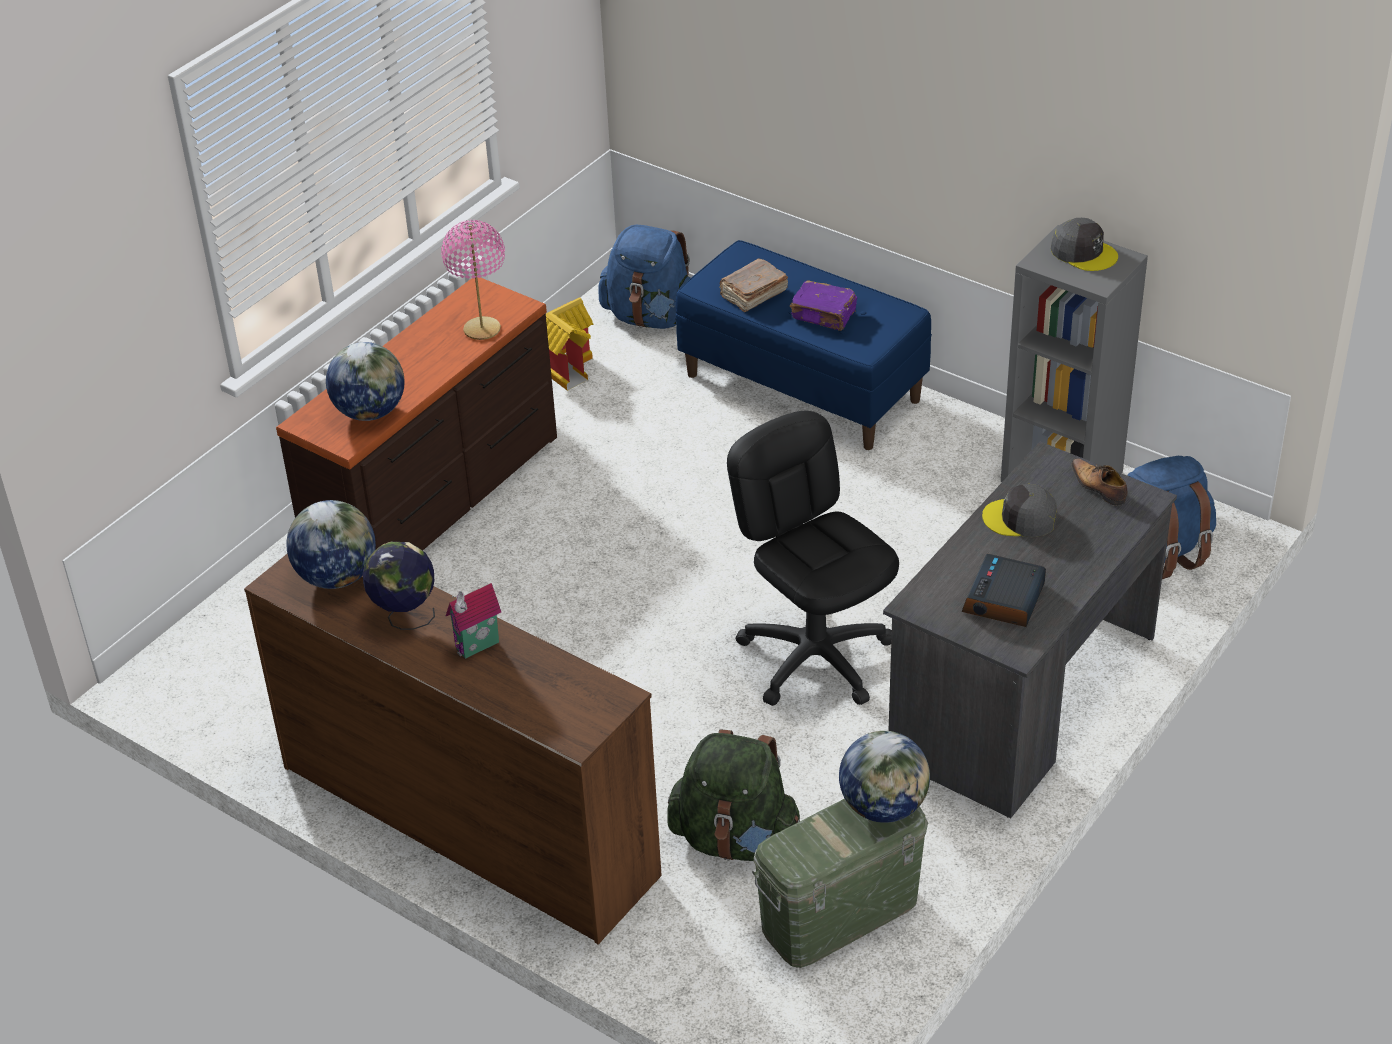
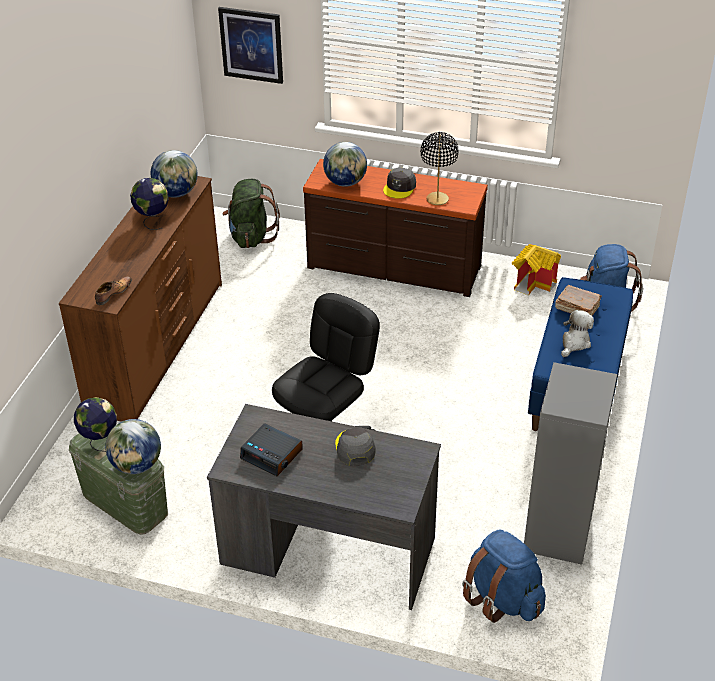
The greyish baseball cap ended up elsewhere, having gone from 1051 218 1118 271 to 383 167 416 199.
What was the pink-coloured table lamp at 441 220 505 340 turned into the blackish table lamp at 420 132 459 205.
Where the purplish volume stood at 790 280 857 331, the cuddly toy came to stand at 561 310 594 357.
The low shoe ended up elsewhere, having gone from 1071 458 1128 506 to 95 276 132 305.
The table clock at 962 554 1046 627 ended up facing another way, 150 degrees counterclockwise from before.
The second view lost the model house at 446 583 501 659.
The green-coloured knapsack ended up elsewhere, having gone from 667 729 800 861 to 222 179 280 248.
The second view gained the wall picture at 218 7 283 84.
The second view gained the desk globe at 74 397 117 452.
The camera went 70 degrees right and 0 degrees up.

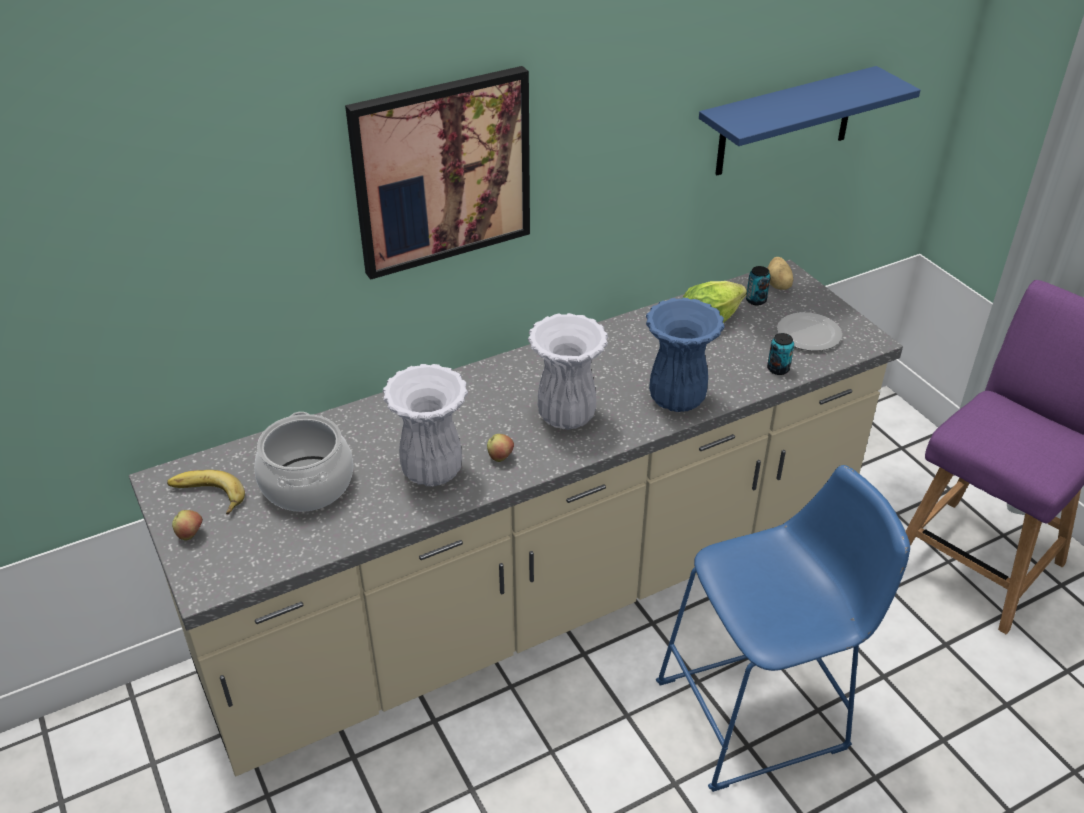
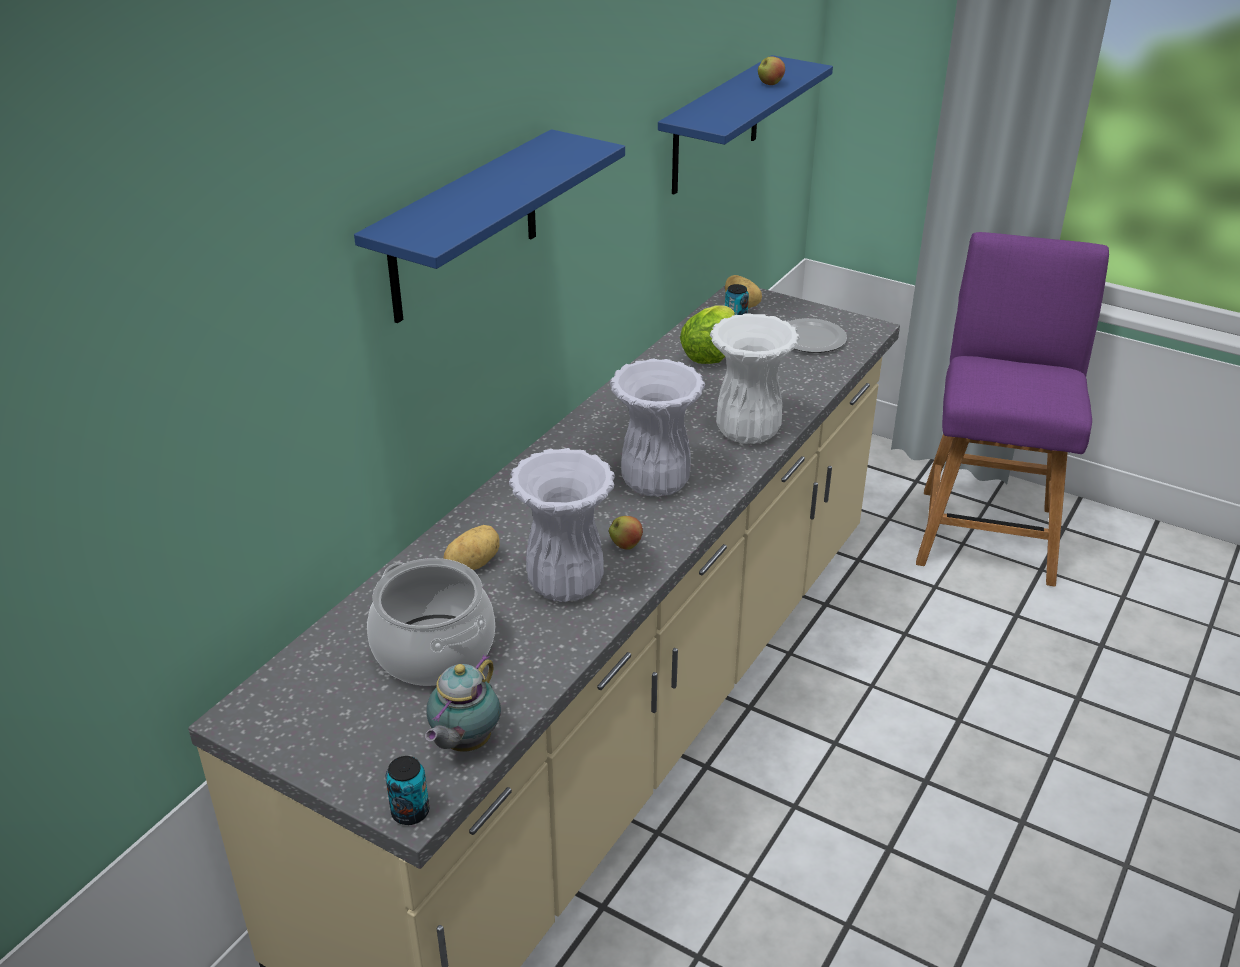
Where the wall picture hung at 345 66 530 280, the blue-coloured shelf came to hang at 354 129 625 323.
What was the blue-coloured decorative vase at 646 297 725 412 turned into the whitish decorative vase at 710 313 800 444.
The can ended up elsewhere, having gone from 767 333 794 375 to 385 756 429 825.
The second view lost the blue-coloured stool seat at 656 465 910 792.
The second view lost the whole banana at 167 470 245 515.
The apple ended up elsewhere, having gone from 172 510 203 541 to 758 57 785 85.
The second view gained the spud at 443 525 500 570.
The second view gained the pot for tea at 425 654 501 752.
The camera went 30 degrees left and 5 degrees down.

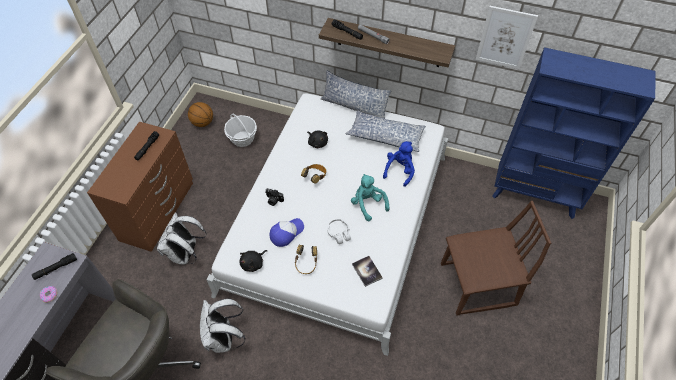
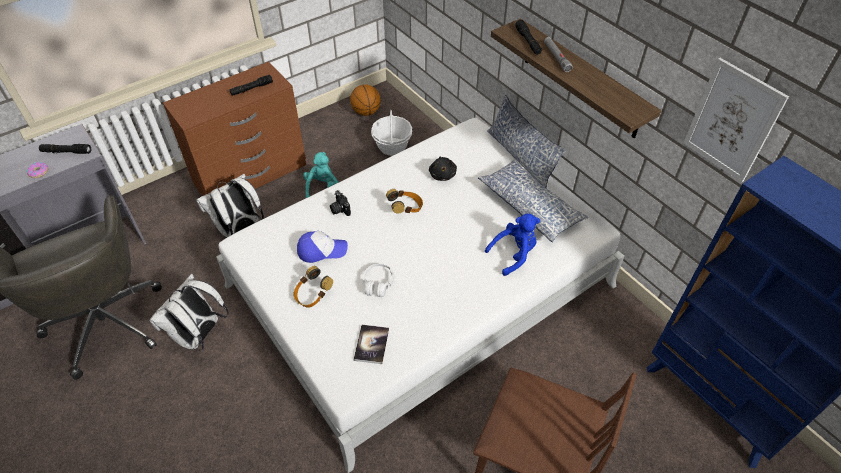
The turquoise-coloured cuddly toy ended up elsewhere, having gone from 351 174 389 221 to 303 152 339 198.
The second view lost the blackish cuddly toy at 239 250 267 272.
The camera went 35 degrees right and 5 degrees down.

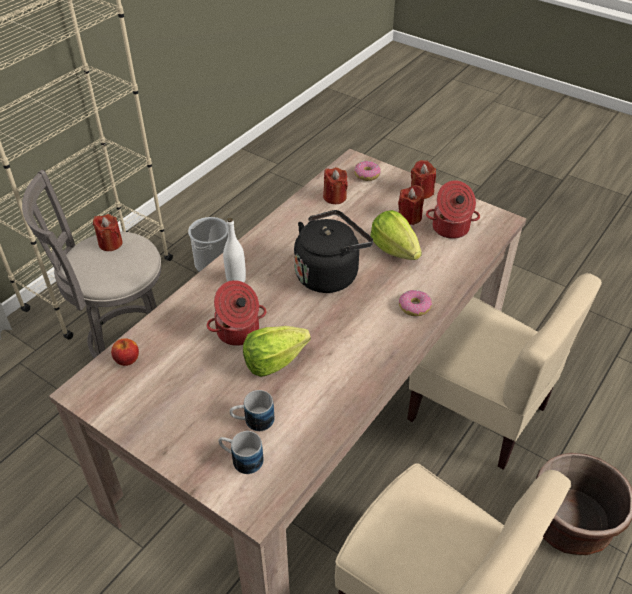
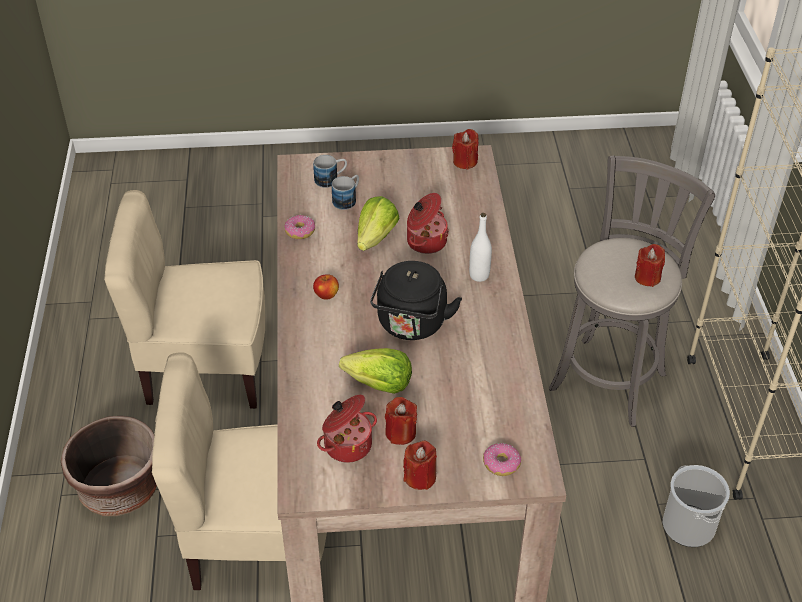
The red-coloured candle ended up elsewhere, having gone from 323 167 348 204 to 452 129 478 170.
The ring doughnut ended up elsewhere, having gone from 399 290 432 316 to 284 215 315 239.
The apple ended up elsewhere, having gone from 111 338 139 366 to 313 274 339 300.
The camera went 140 degrees right and 0 degrees up.

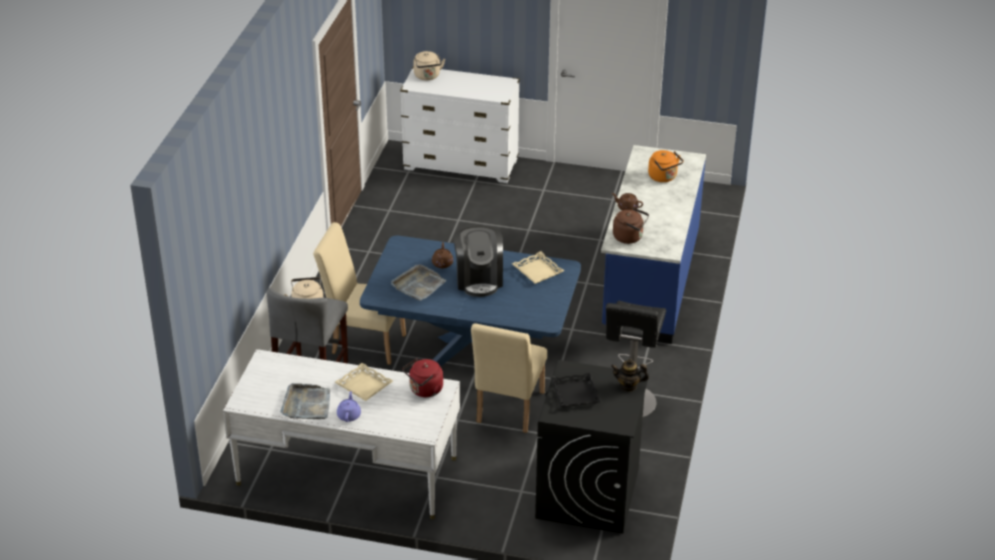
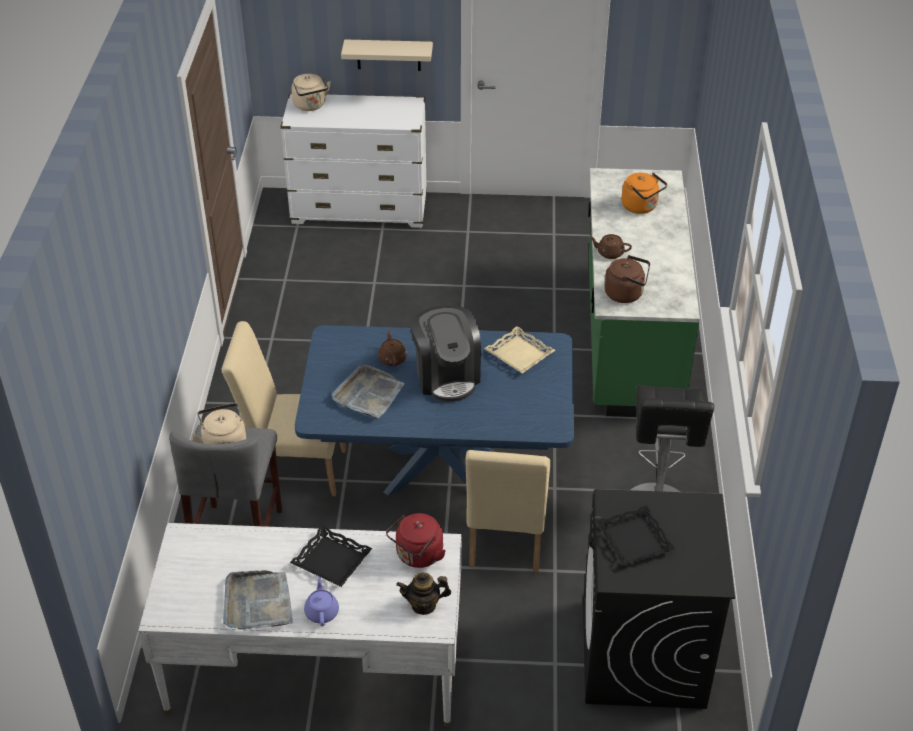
What was the blue-coloured kitchen counter at 601 145 706 344 turned into the green-coloured kitchen counter at 588 168 700 417.
The pot for tea ended up elsewhere, having gone from 611 359 649 392 to 396 572 451 615.
What was the sand-coloured tray at 334 363 393 401 turned into the blackish tray at 290 526 372 587.
The second view gained the sand-coloured shelf at 341 39 433 71.
The camera went 10 degrees left and 5 degrees up.

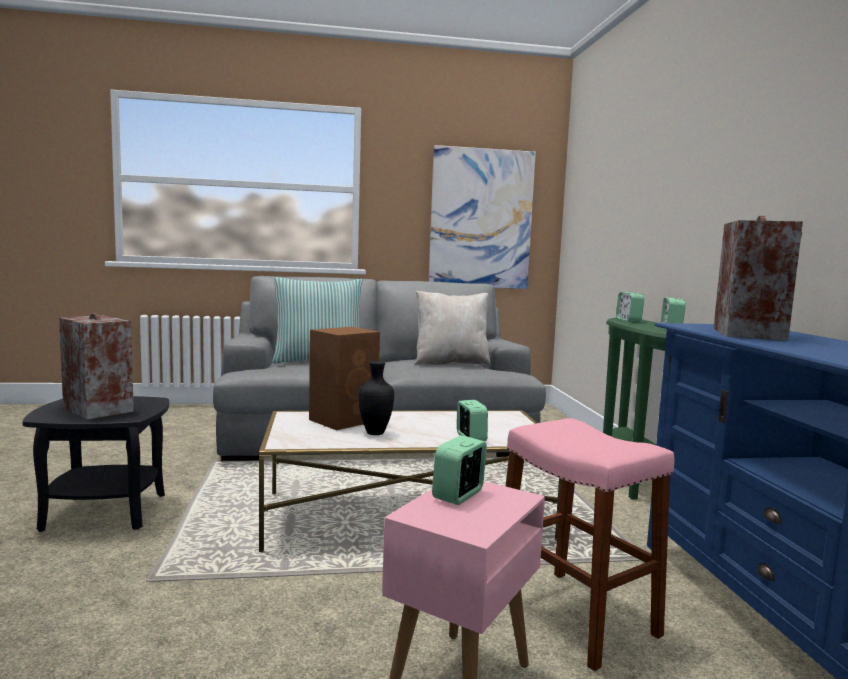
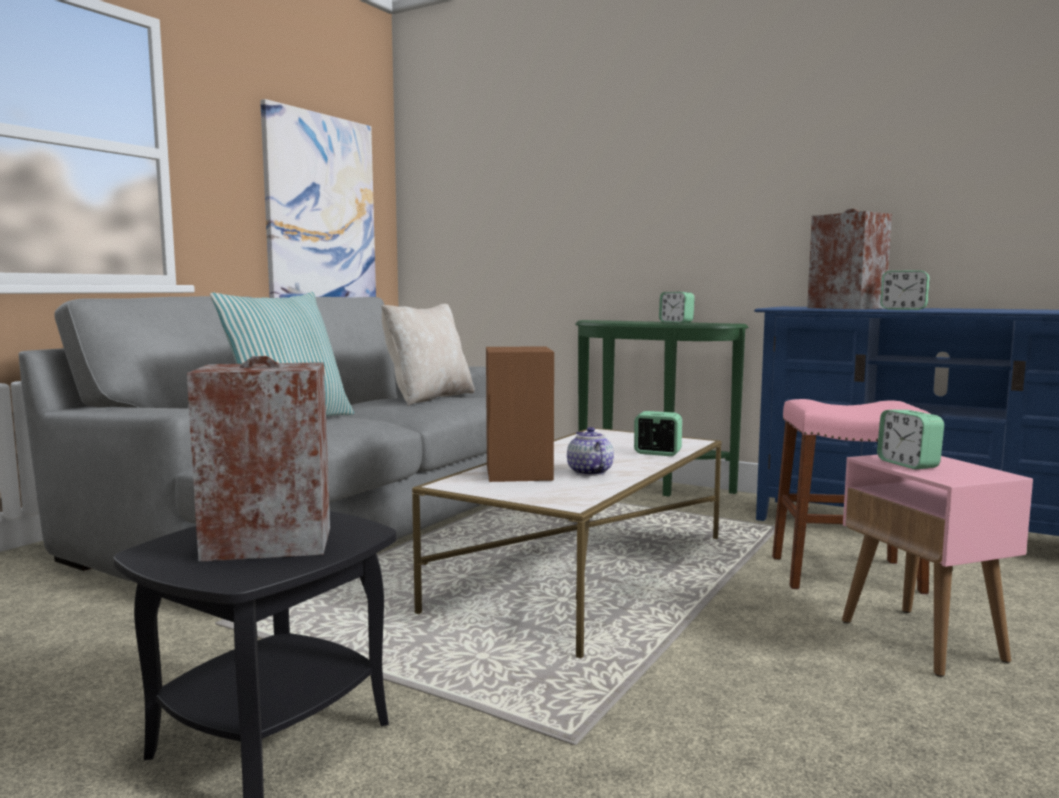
The table clock ended up elsewhere, having gone from 616 292 644 322 to 881 270 930 310.
Where the blackish decorative vase stood at 358 361 394 435, the pot for tea came to stand at 567 427 614 476.
The camera went 50 degrees left and 0 degrees up.

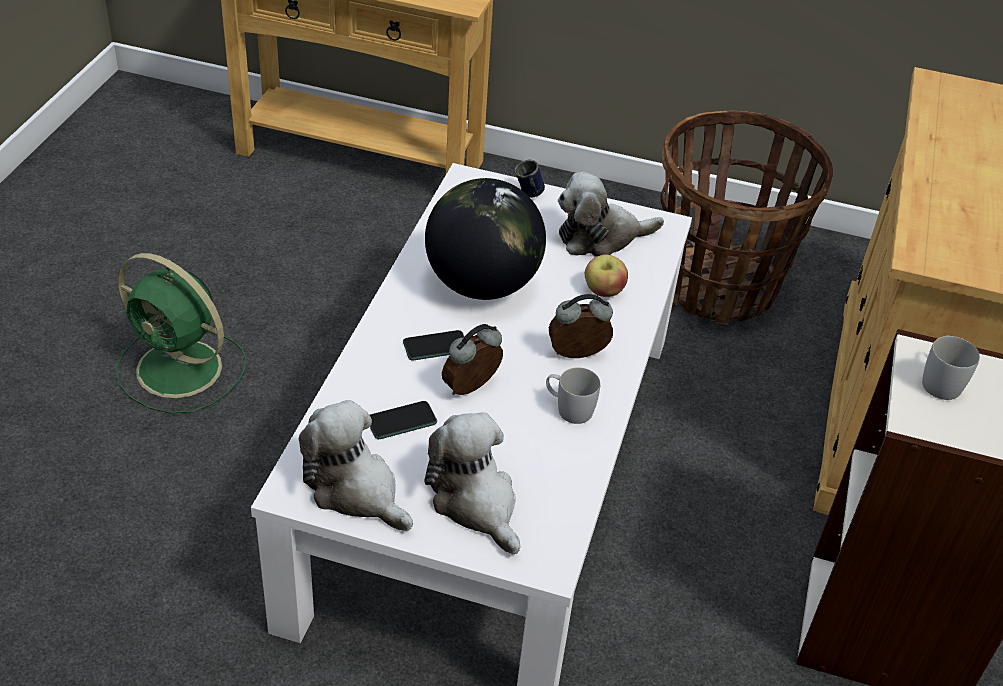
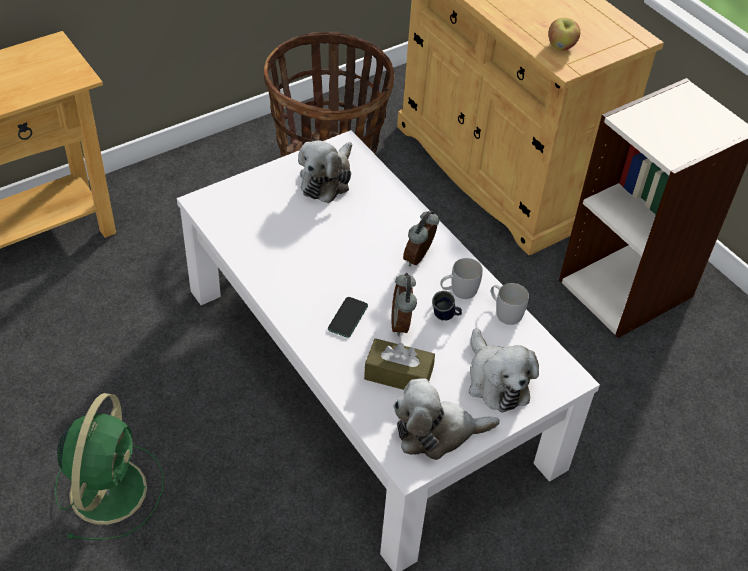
The blue-coloured mug ended up elsewhere, having gone from 515 160 545 198 to 432 291 462 320.
The second view lost the desk globe at 425 178 546 300.
The green-coloured cooling fan at 115 253 246 414 ended up facing another way, 60 degrees counterclockwise from before.
The apple ended up elsewhere, having gone from 585 254 628 297 to 548 18 580 51.
The whitish mug ended up elsewhere, having gone from 922 335 980 400 to 491 283 529 325.
Where the telephone stood at 370 401 437 439, the brown-coloured tissue box came to stand at 364 338 435 390.
The cuddly toy at 425 412 520 554 ended up facing another way, 120 degrees counterclockwise from before.
The camera went 50 degrees left and 5 degrees up.

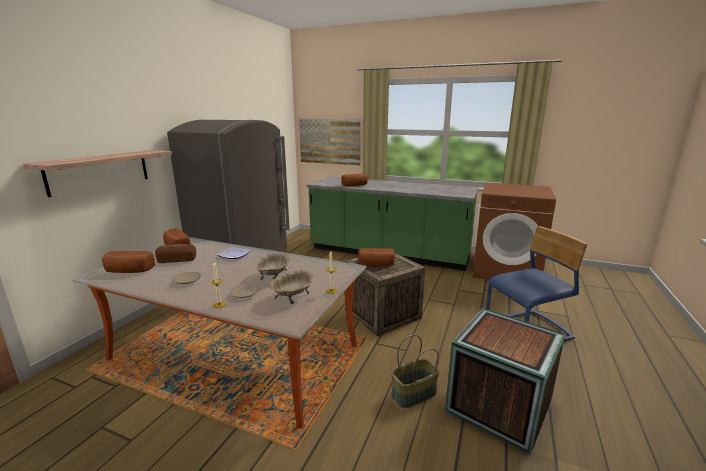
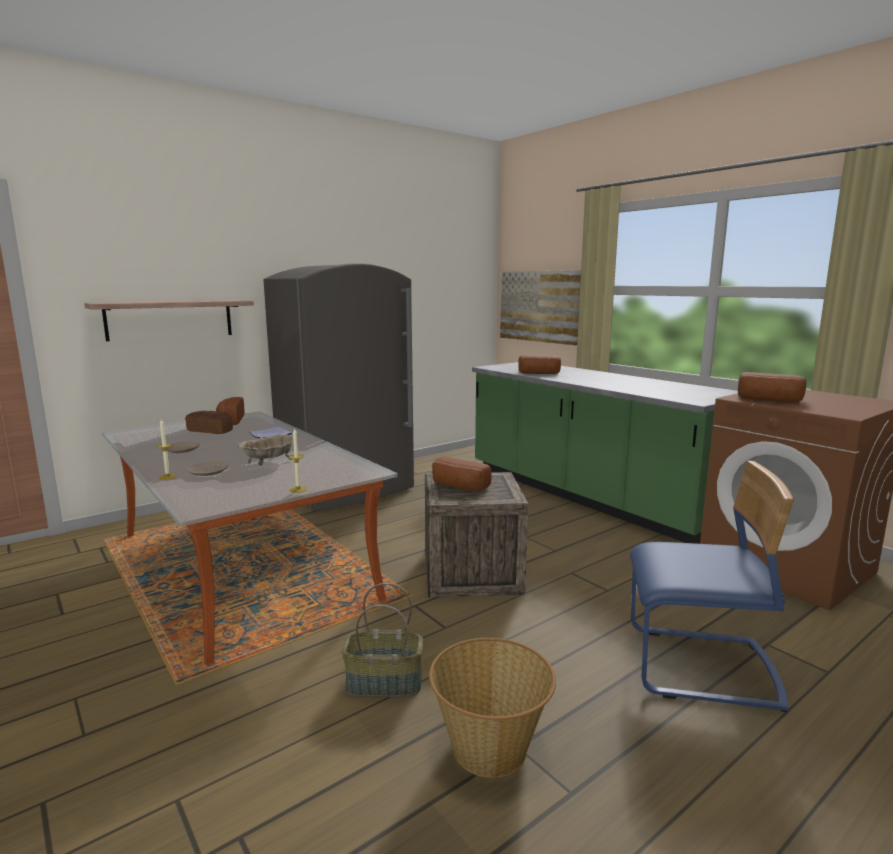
The baked bread ended up elsewhere, having gone from 102 251 155 273 to 738 372 806 402.
The second view lost the sand-coloured bowl at 268 270 314 304.
Where the shipping crate stood at 445 308 565 455, the basket came to stand at 429 638 556 778.
The camera went 30 degrees right and 5 degrees down.

